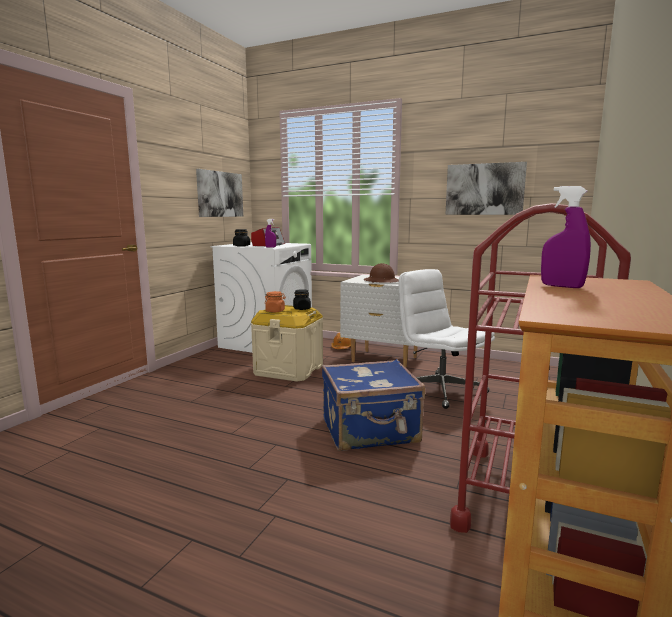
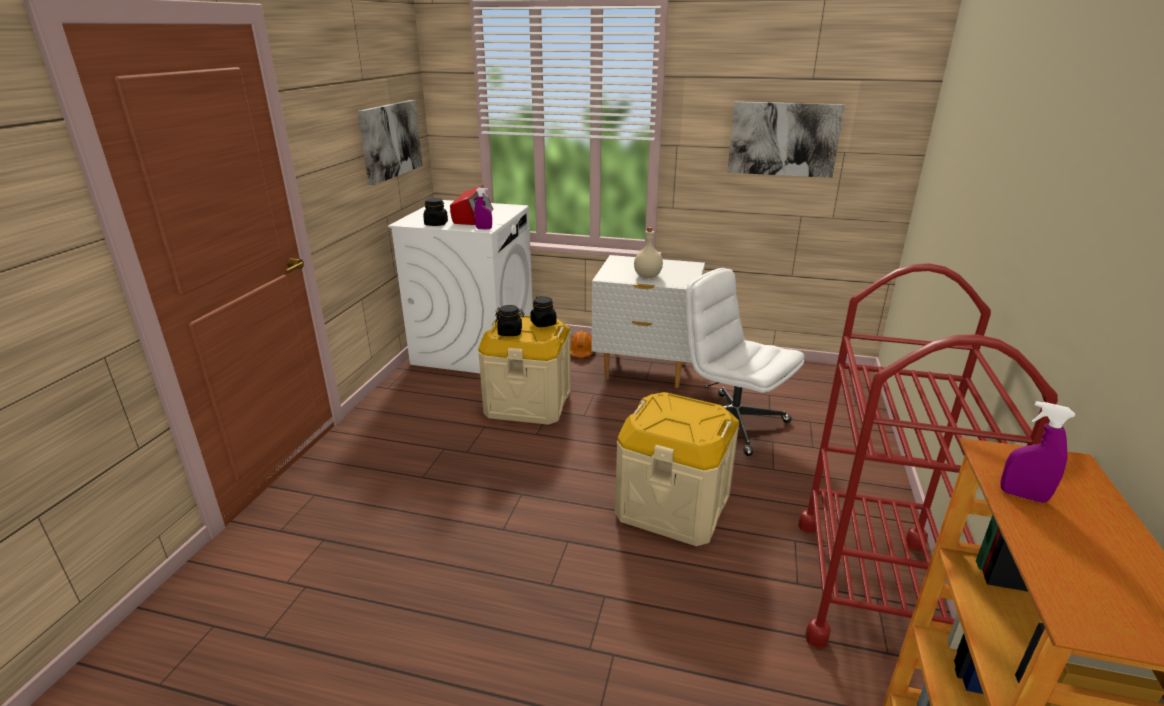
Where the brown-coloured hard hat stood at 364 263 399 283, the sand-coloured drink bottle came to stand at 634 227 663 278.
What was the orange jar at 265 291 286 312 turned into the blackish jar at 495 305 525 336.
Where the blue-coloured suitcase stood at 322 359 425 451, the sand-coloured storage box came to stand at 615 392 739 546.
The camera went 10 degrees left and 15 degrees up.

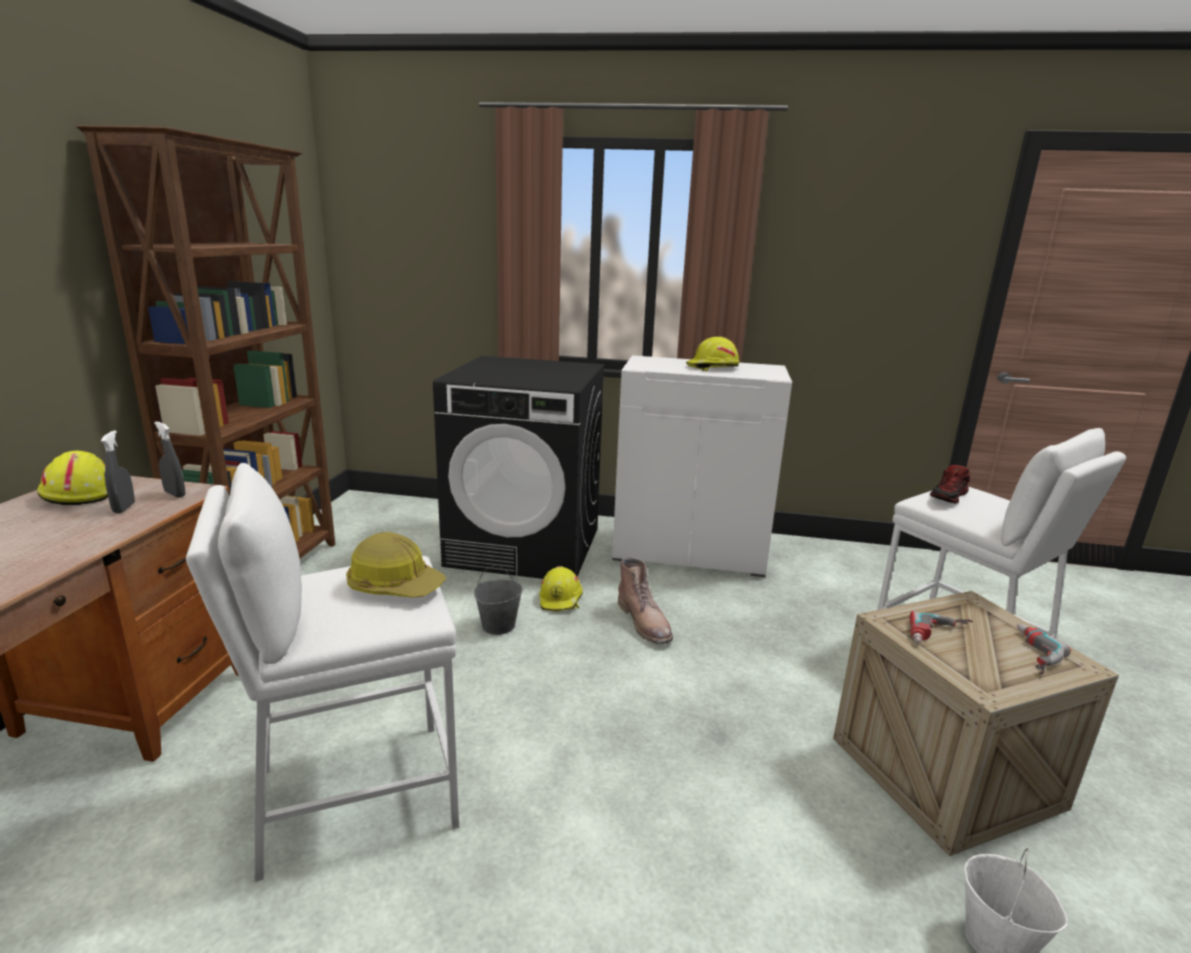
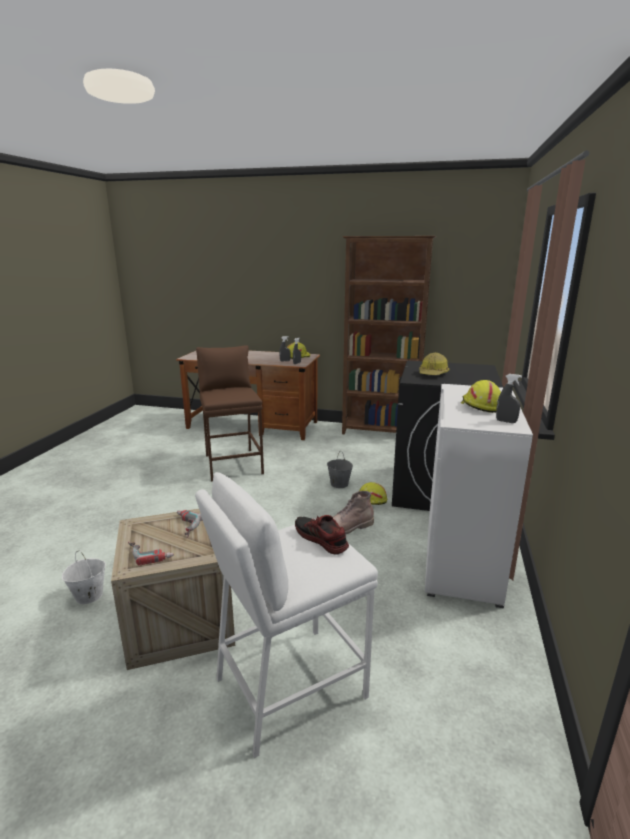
What was the whitish stool seat at 186 463 459 882 turned into the brown-coloured stool seat at 196 345 264 481.
The hard hat ended up elsewhere, having gone from 346 532 446 598 to 419 353 449 375.
The second view gained the greyish spray bottle at 496 374 522 423.
The camera went 95 degrees right and 0 degrees up.

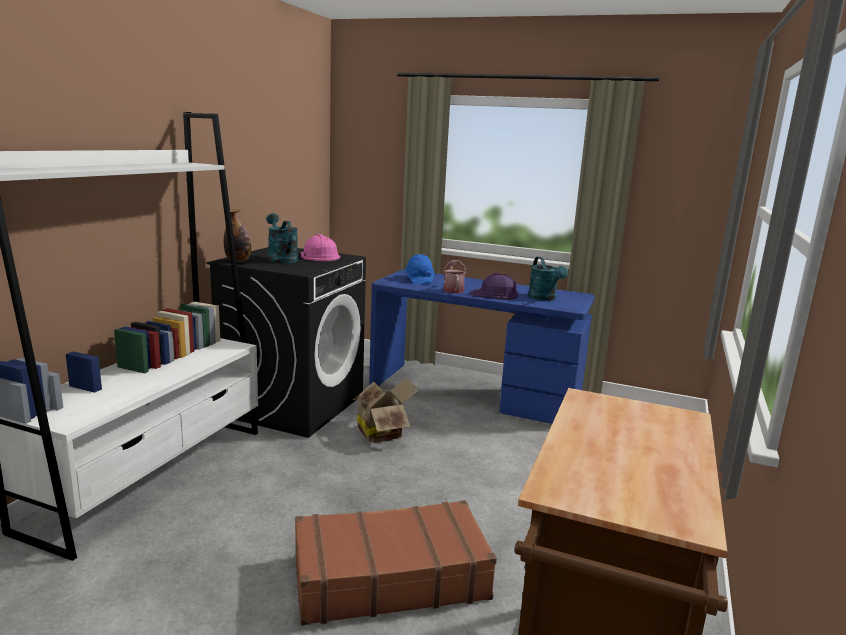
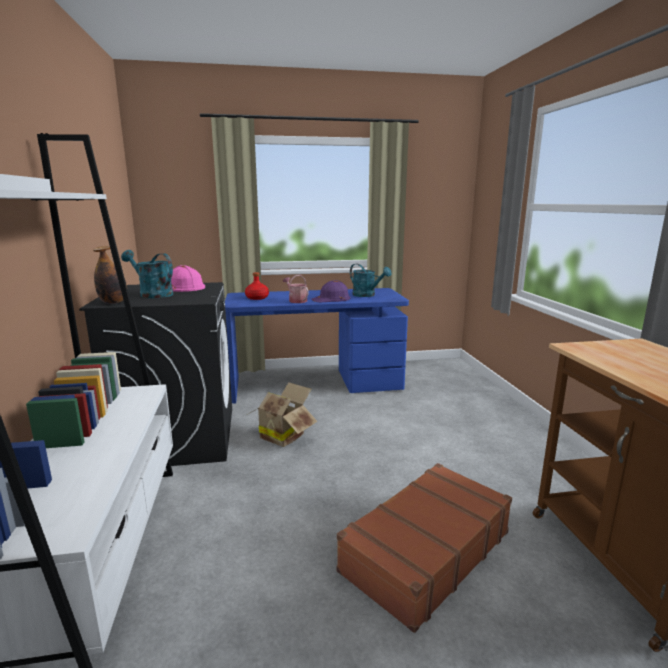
Where the blue-coloured hard hat stood at 405 254 434 284, the red-coloured drink bottle came to stand at 245 272 269 300.
The camera went 30 degrees left and 0 degrees up.

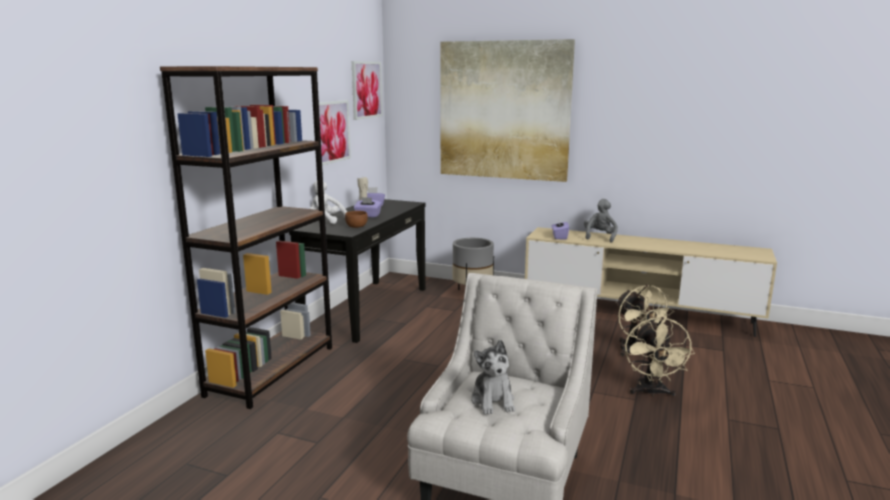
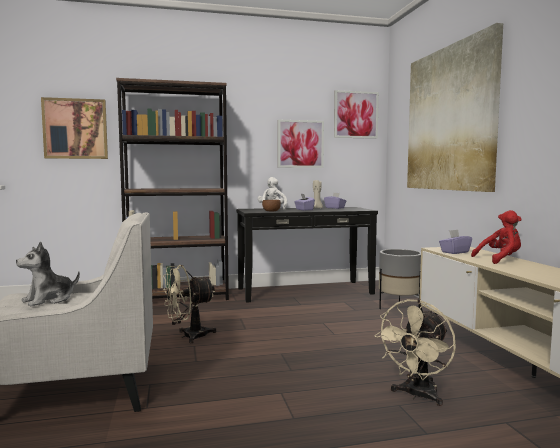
What was the greyish cuddly toy at 584 199 618 243 turned into the red-coloured cuddly toy at 471 210 522 264.
The sand-coloured cooling fan ended up elsewhere, having gone from 625 317 695 397 to 163 265 216 343.
The second view gained the wall picture at 41 97 108 159.
The camera went 55 degrees right and 10 degrees down.

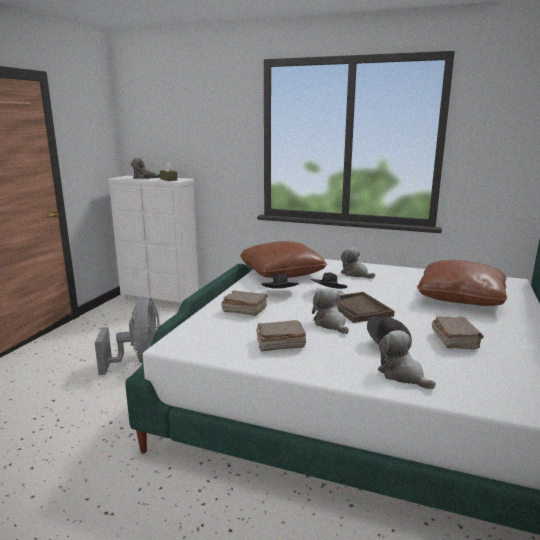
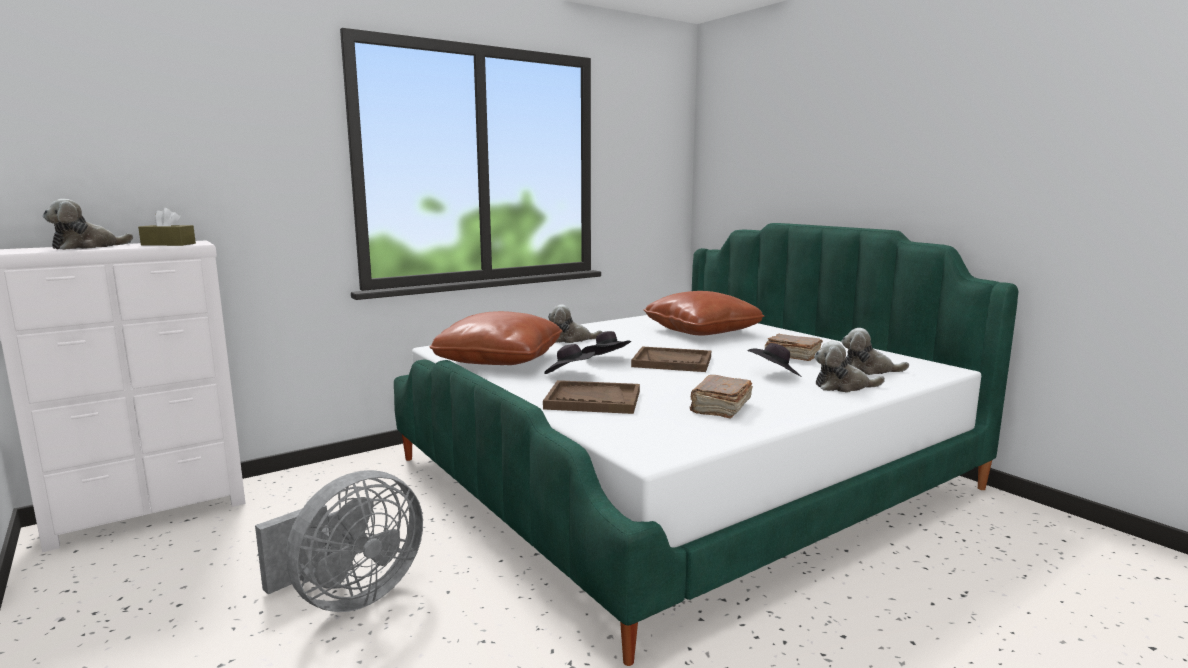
The cuddly toy ended up elsewhere, having gone from 312 288 349 334 to 841 328 909 375.
Where the brown-coloured volume stood at 221 290 268 316, the brown-coloured tray came to stand at 543 380 640 414.
The greyish cooling fan at 95 297 160 375 ended up facing another way, 105 degrees clockwise from before.
The camera went 55 degrees left and 5 degrees down.

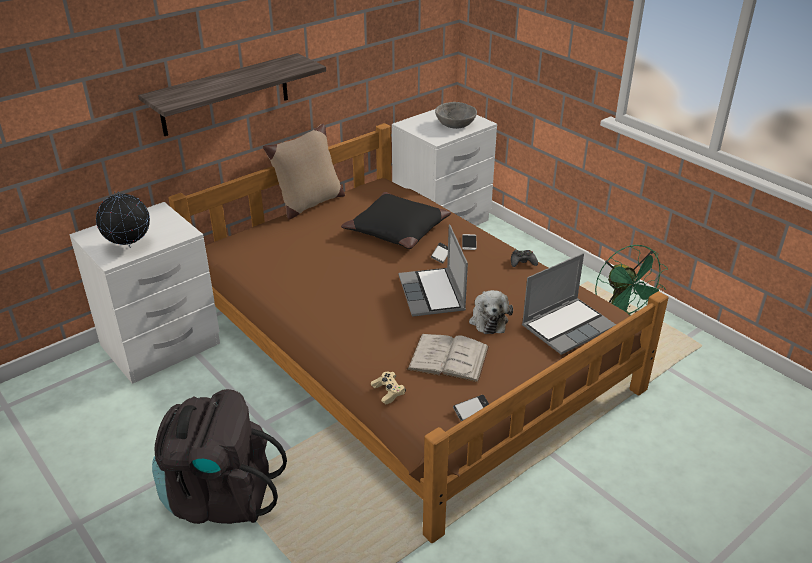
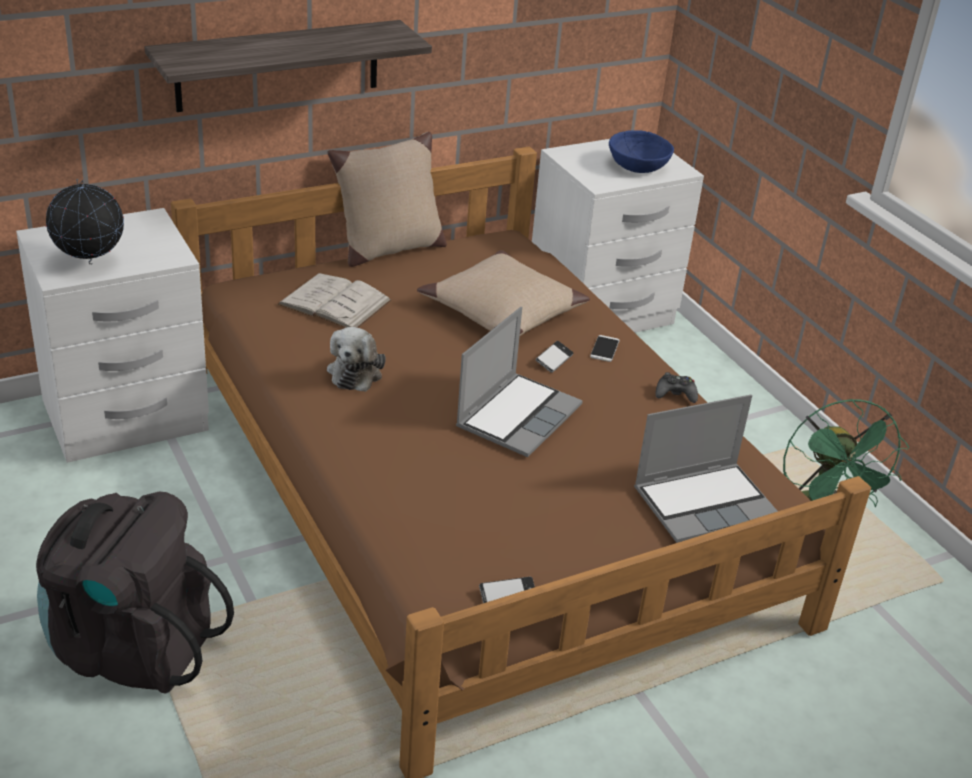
What was the greyish bowl at 435 102 477 129 turned into the blue-coloured bowl at 609 130 674 173.
What was the blackish cushion at 341 192 451 249 turned into the sand-coloured cushion at 417 250 590 336.
The portable computer at 399 224 468 317 ended up facing another way, 150 degrees counterclockwise from before.
The cuddly toy ended up elsewhere, having gone from 469 290 513 334 to 327 327 386 392.
The whitish volume ended up elsewhere, having gone from 407 334 489 383 to 278 273 392 328.
The second view lost the sand-coloured gamepad at 371 372 406 405.
The camera went 10 degrees right and 0 degrees up.

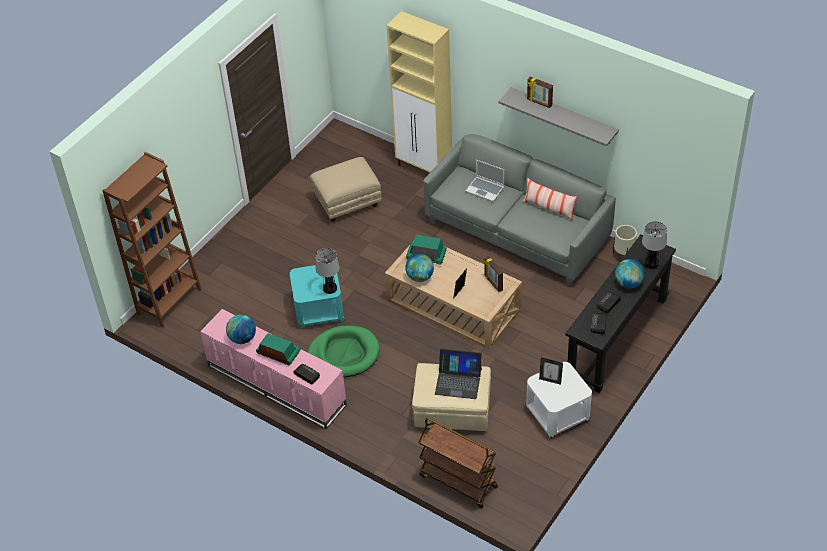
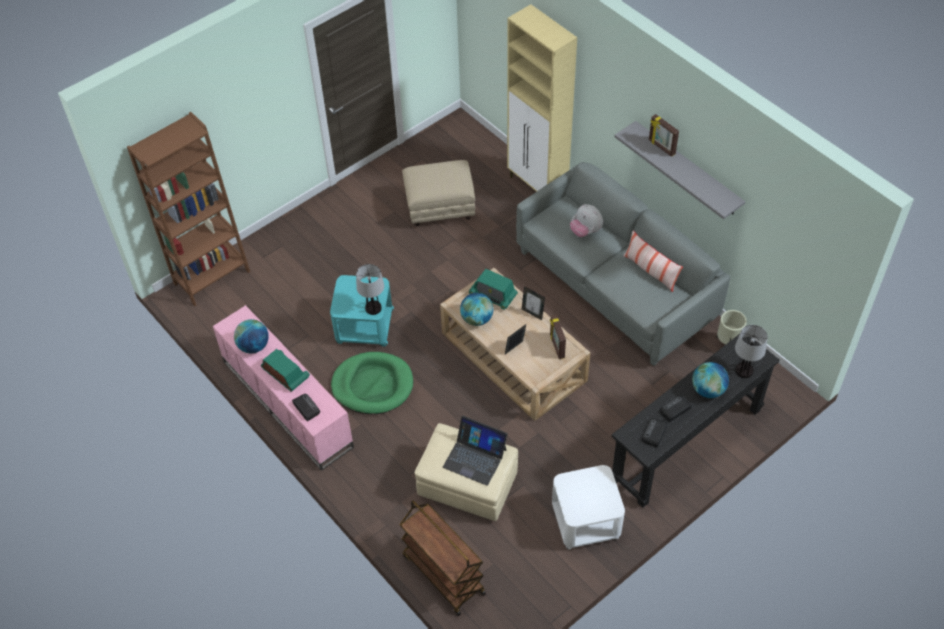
Where the portable computer stood at 466 160 504 202, the cuddly toy came to stand at 570 204 603 237.
The photo frame ended up elsewhere, having gone from 539 358 563 385 to 522 286 545 320.
The camera went 15 degrees right and 5 degrees up.

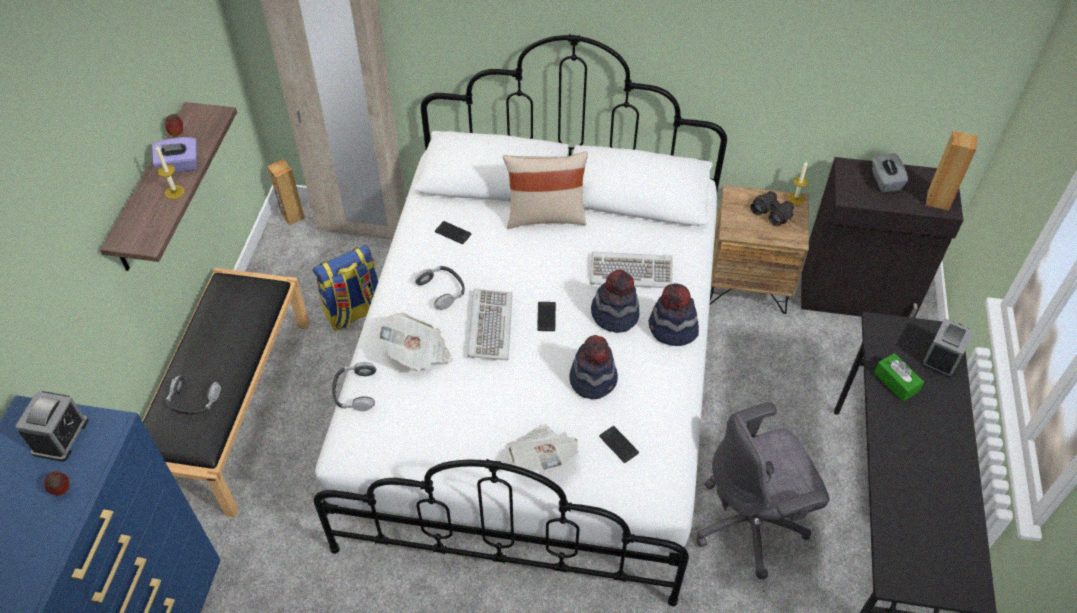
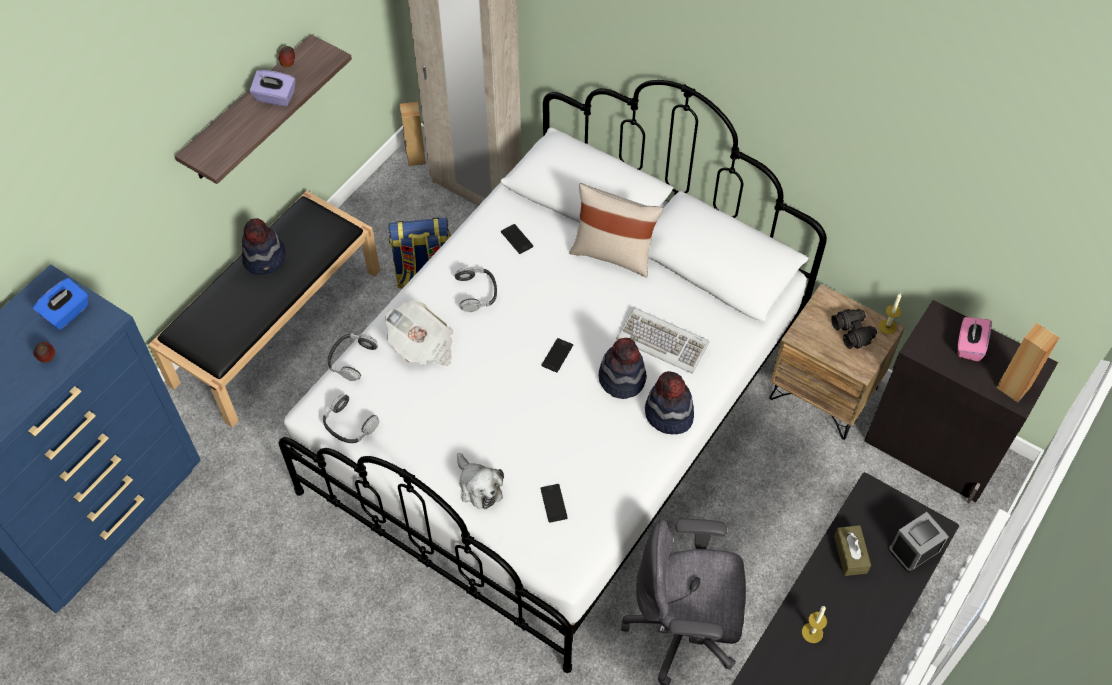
The candle ended up elsewhere, having gone from 156 145 185 199 to 802 606 827 643.
What was the greyish tissue box at 872 153 908 192 turned into the pink-coloured tissue box at 957 317 991 361.
The second view lost the keyboard at 467 289 512 361.
The clothing hat ended up elsewhere, having gone from 569 335 618 399 to 242 218 286 275.
What was the green-coloured tissue box at 874 353 924 402 turned into the brown-coloured tissue box at 834 525 871 576.
The pair of headphones ended up elsewhere, having gone from 166 375 221 415 to 323 394 379 443.
Where the table clock stood at 15 391 89 462, the blue-coloured tissue box came to stand at 33 278 88 330.
Where the printed paper stood at 507 424 578 472, the cuddly toy came to stand at 457 453 504 509.
The camera went 25 degrees right and 5 degrees up.

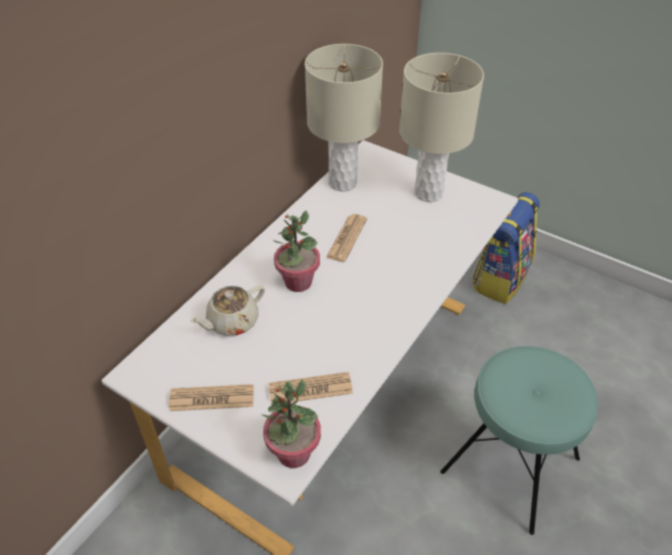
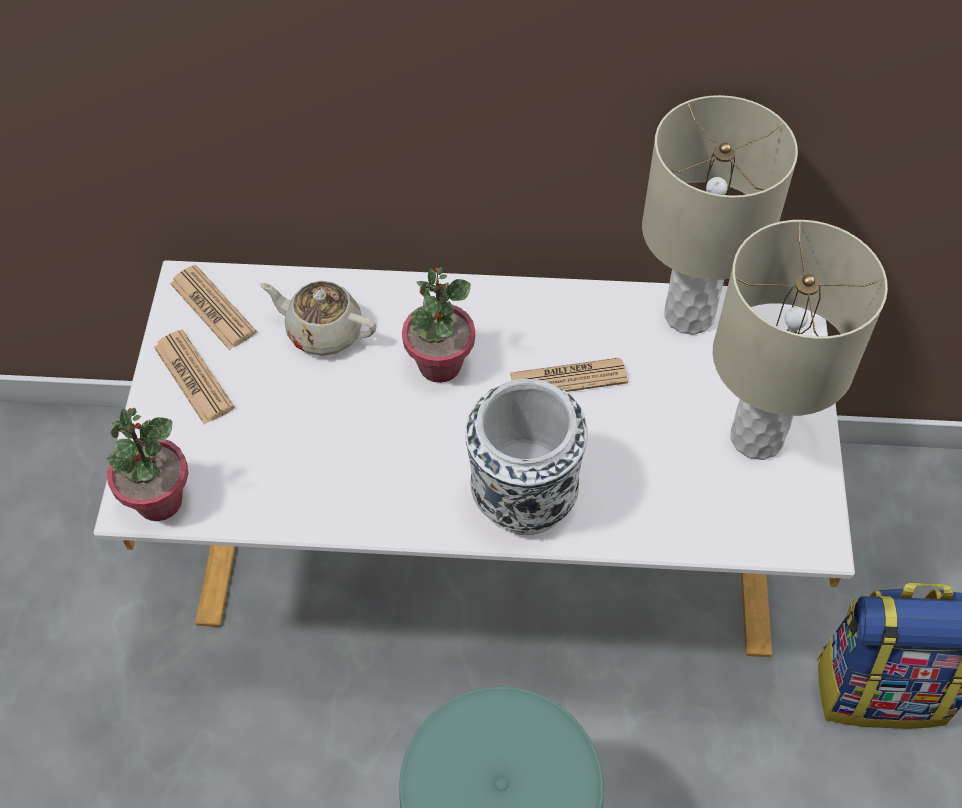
The printed paper ended up elsewhere, having gone from 269 372 353 405 to 170 265 257 350.
The second view gained the whitish decorative vase at 465 379 588 535.
The camera went 60 degrees right and 10 degrees up.

